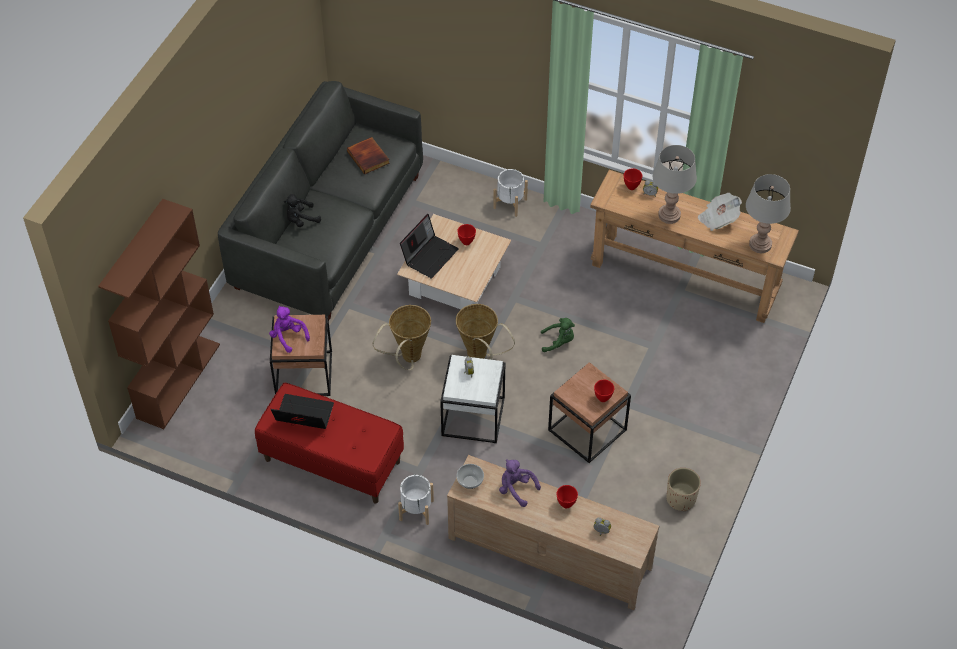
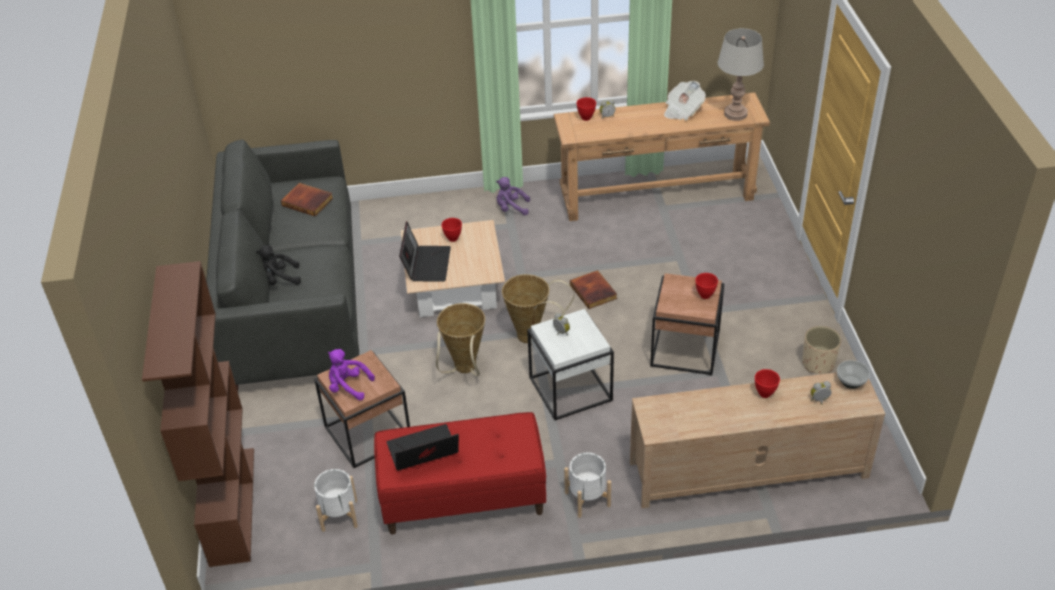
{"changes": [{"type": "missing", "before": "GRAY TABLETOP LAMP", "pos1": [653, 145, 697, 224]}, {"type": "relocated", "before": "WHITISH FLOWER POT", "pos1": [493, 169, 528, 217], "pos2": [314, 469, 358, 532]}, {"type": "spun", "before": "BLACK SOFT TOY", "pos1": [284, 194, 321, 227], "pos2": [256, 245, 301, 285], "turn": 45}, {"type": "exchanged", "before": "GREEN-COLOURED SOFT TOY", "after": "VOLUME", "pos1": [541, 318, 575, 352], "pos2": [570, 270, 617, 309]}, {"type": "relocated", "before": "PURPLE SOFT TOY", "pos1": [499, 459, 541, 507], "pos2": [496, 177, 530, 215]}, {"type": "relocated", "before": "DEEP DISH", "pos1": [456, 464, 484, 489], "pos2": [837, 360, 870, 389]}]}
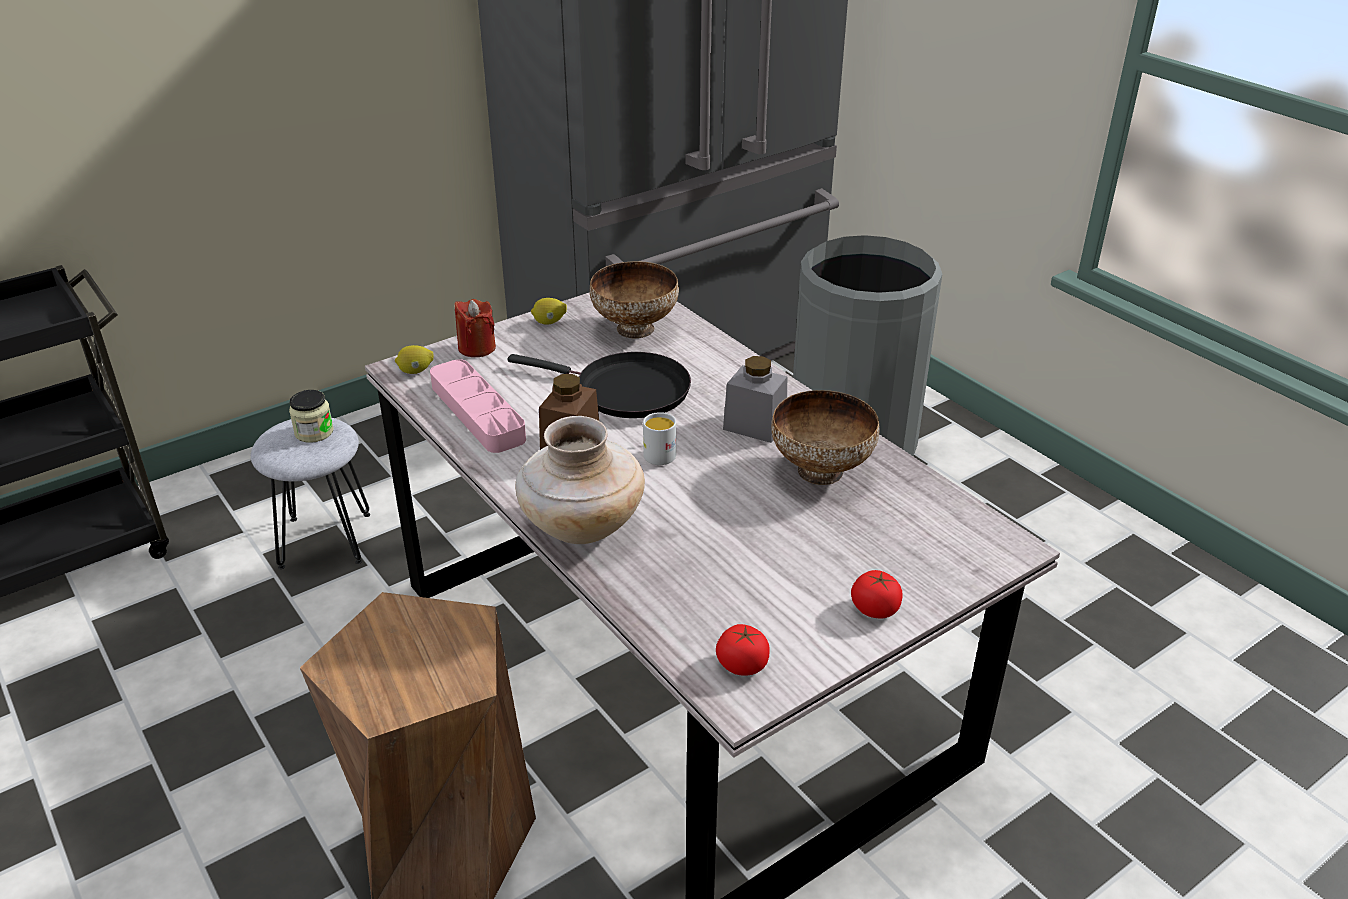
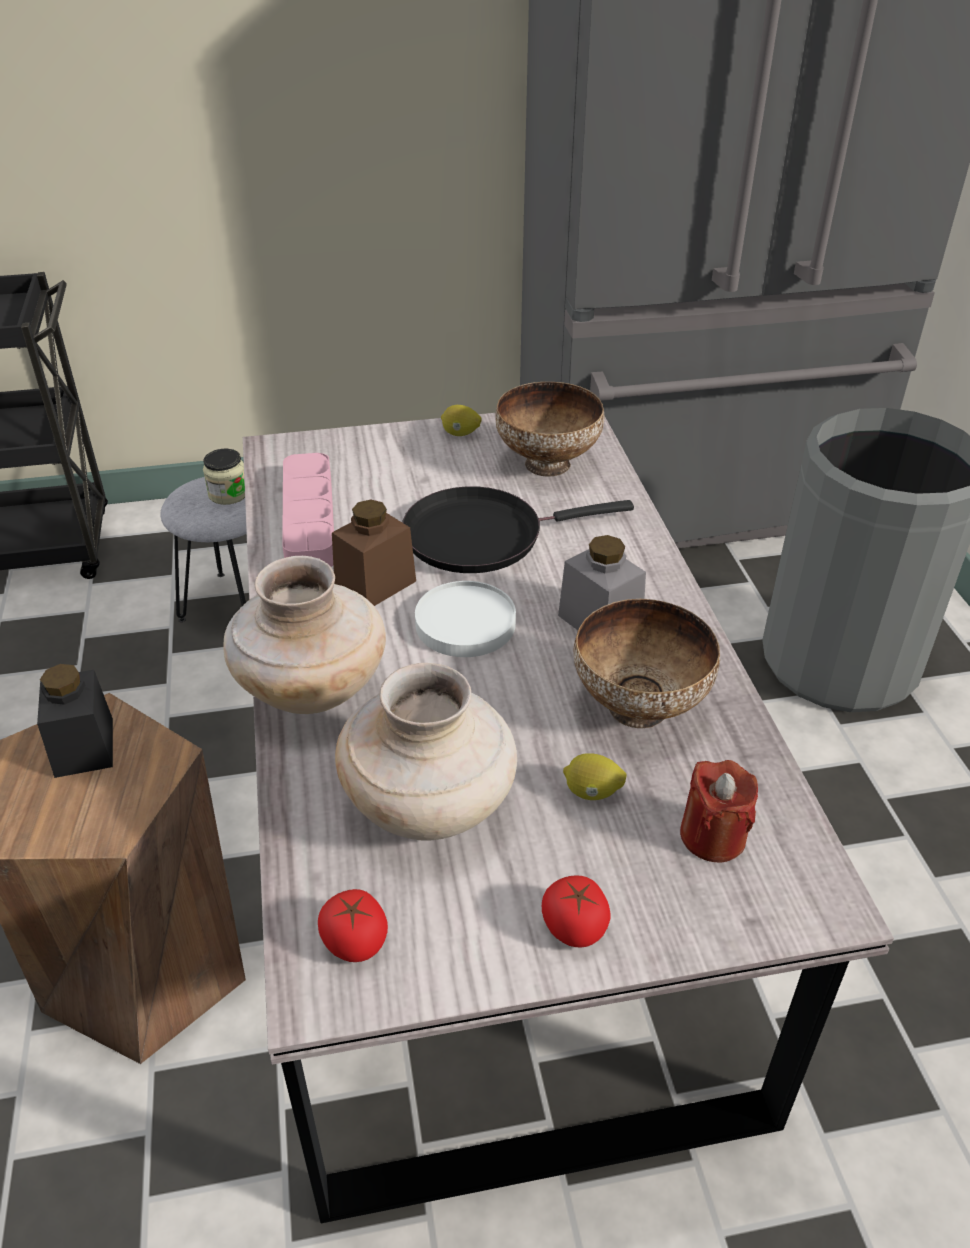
{"changes": [{"type": "relocated", "before": "REDDISH WAX LIGHT", "pos1": [454, 299, 496, 357], "pos2": [680, 760, 758, 863]}, {"type": "relocated", "before": "CITRUS FRUIT", "pos1": [395, 345, 434, 374], "pos2": [563, 753, 627, 800]}, {"type": "spun", "before": "BLACK FRYING PAN", "pos1": [508, 352, 691, 418], "pos2": [402, 486, 634, 573], "turn": 120}, {"type": "exchanged", "before": "WHITISH MUG", "after": "WHITISH PLATE", "pos1": [643, 412, 676, 465], "pos2": [415, 581, 516, 657]}, {"type": "appeared", "after": "BEIGE-COLOURED DECORATIVE VASE", "pos2": [335, 663, 517, 841]}, {"type": "appeared", "after": "BLACK PRESERVE JAR", "pos2": [37, 664, 113, 778]}]}
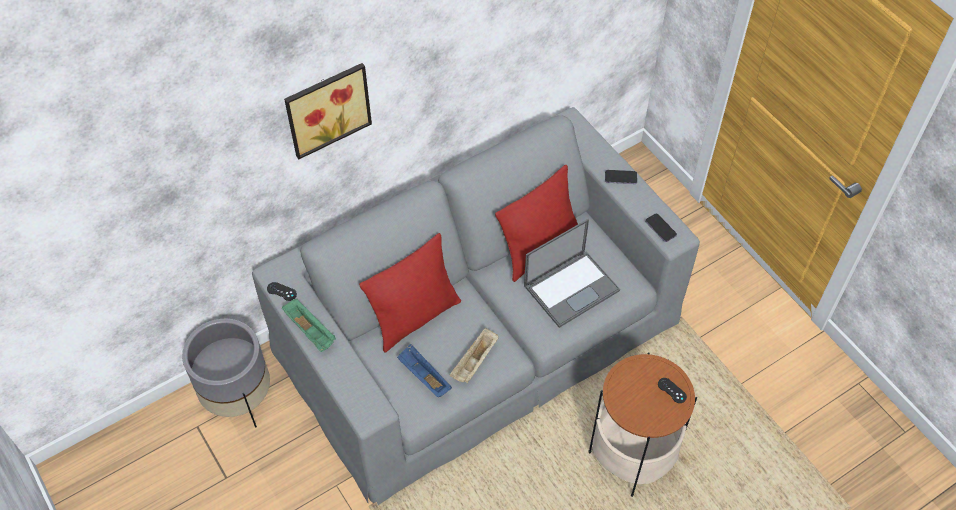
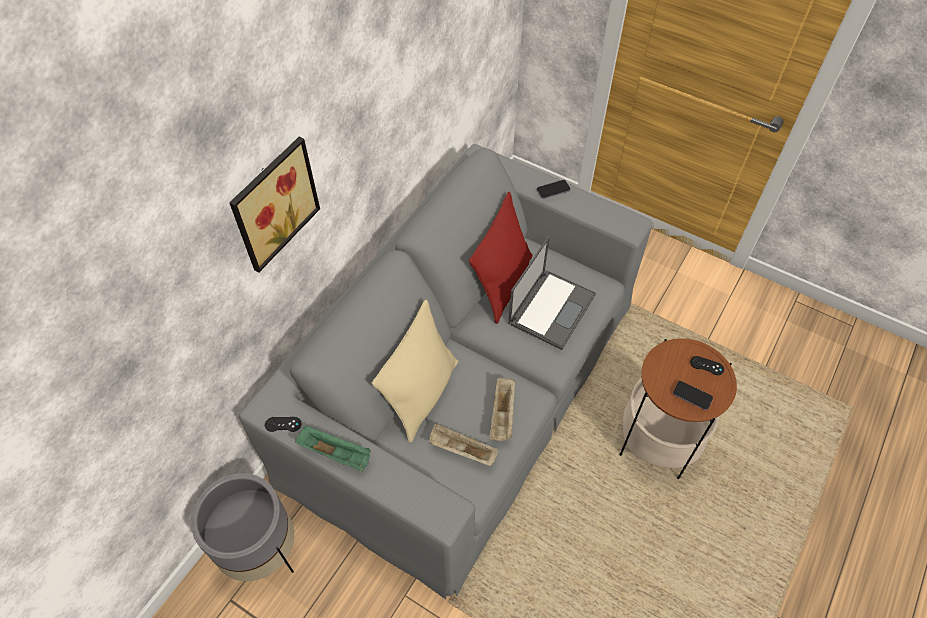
{"changes": [{"type": "relocated", "before": "HANDSET", "pos1": [645, 213, 677, 242], "pos2": [673, 381, 713, 410]}, {"type": "colour", "before": "REDDISH PILLOW", "after": "BEIGE-COLOURED PILLOW", "pos1": [359, 233, 461, 353], "pos2": [372, 300, 458, 443]}, {"type": "colour", "before": "BLUISH SERVING TRAY", "after": "BEIGE-COLOURED SERVING TRAY", "pos1": [397, 344, 452, 397], "pos2": [429, 423, 499, 466]}]}
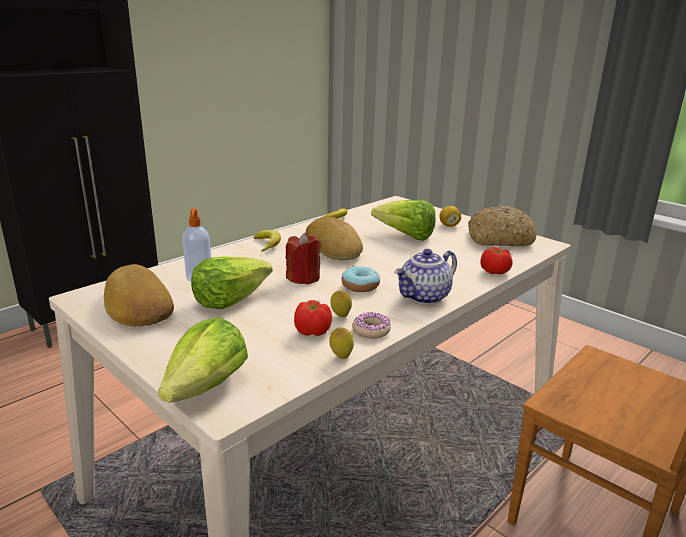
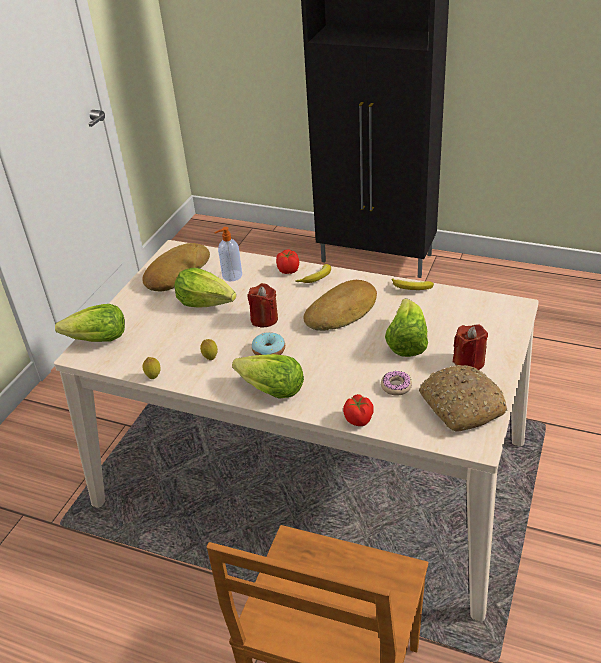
{"changes": [{"type": "exchanged", "before": "CITRUS FRUIT", "after": "REDDISH WAX LIGHT", "pos1": [439, 206, 461, 227], "pos2": [453, 324, 488, 370]}, {"type": "exchanged", "before": "TEAPOT", "after": "HEAD OF LETTUCE", "pos1": [394, 249, 457, 305], "pos2": [232, 354, 304, 399]}, {"type": "relocated", "before": "WHOLE TOMATO", "pos1": [294, 300, 332, 336], "pos2": [276, 249, 299, 274]}, {"type": "relocated", "before": "DONUT", "pos1": [352, 312, 391, 339], "pos2": [381, 371, 412, 396]}]}
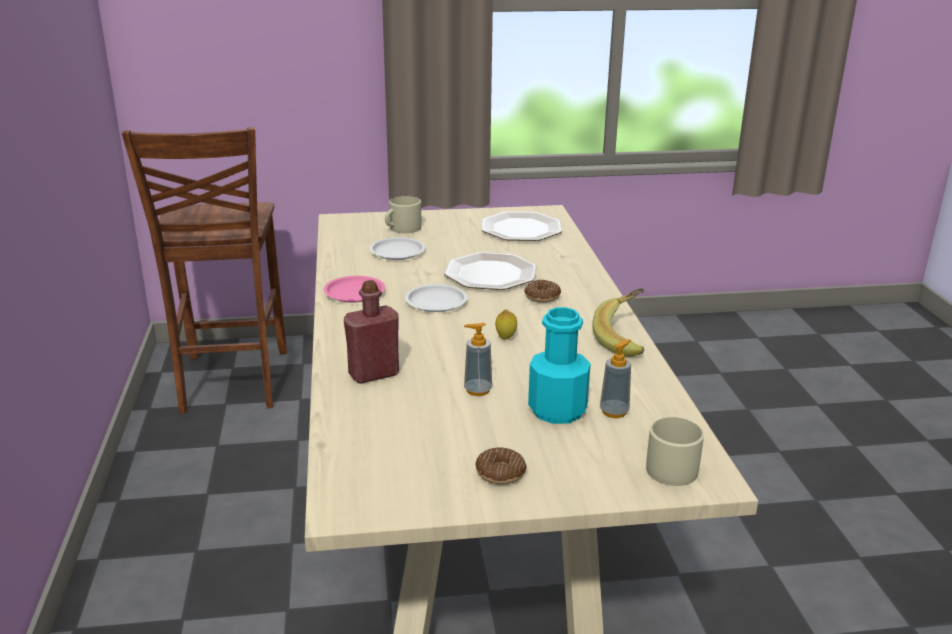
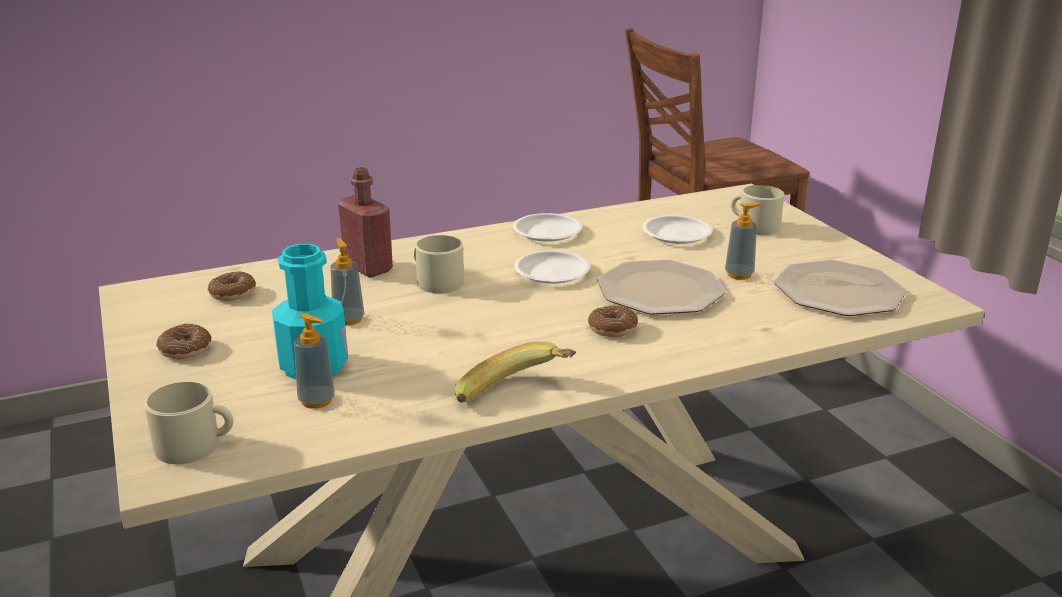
{"changes": [{"type": "colour", "before": "PINKISH PLATE", "after": "WHITISH PLATE", "pos1": [323, 276, 385, 303], "pos2": [513, 213, 582, 242]}, {"type": "missing", "before": "CITRUS FRUIT", "pos1": [495, 310, 517, 340]}, {"type": "appeared", "after": "SOAP BOTTLE", "pos2": [725, 203, 761, 280]}, {"type": "appeared", "after": "BEIGE-COLOURED MUG", "pos2": [414, 235, 464, 293]}, {"type": "appeared", "after": "DONUT", "pos2": [208, 271, 256, 301]}]}
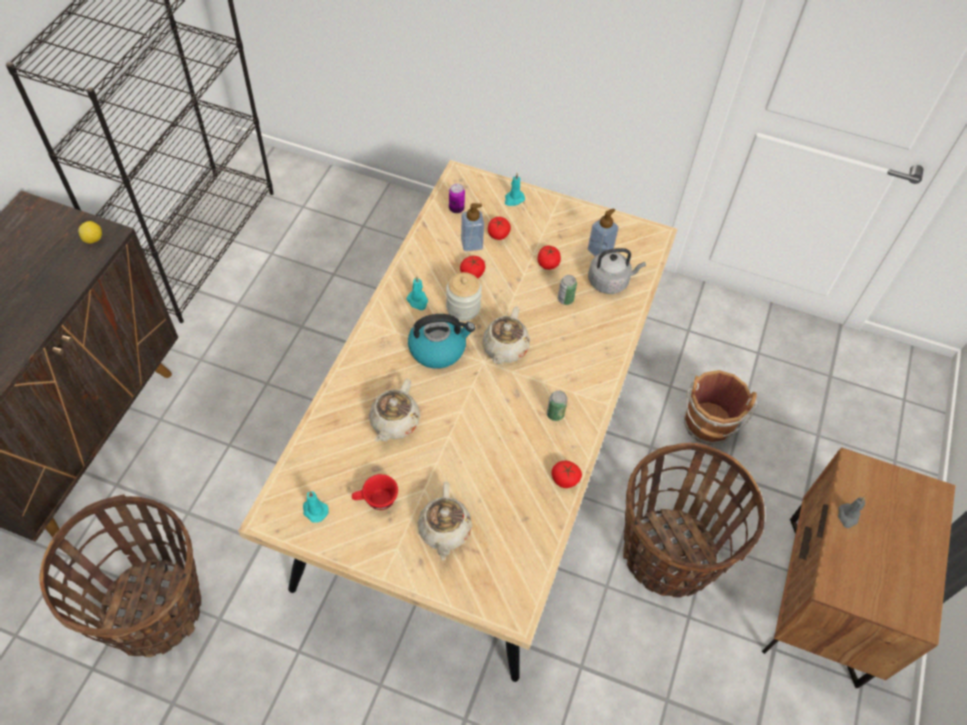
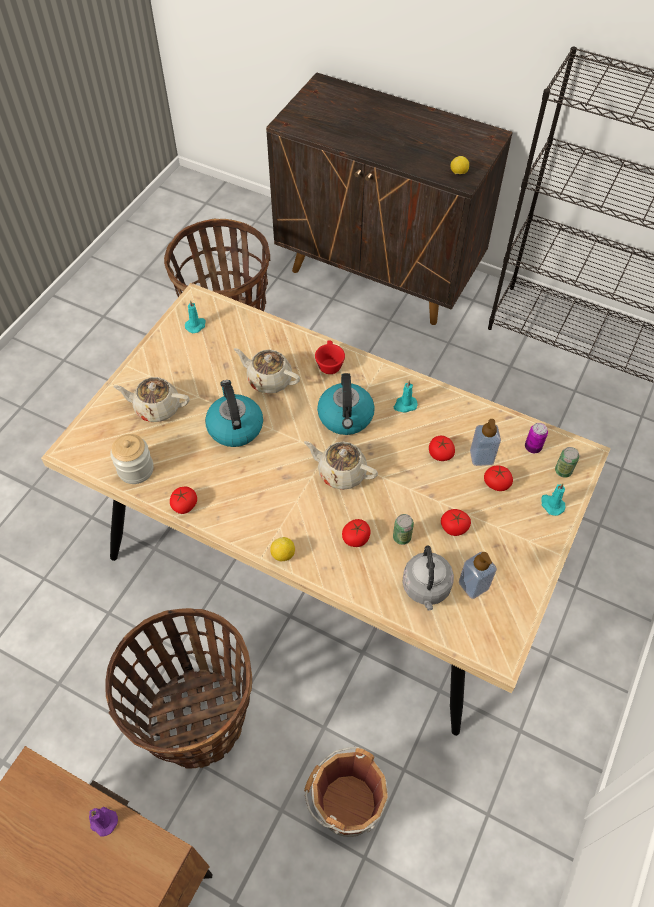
{"changes": [{"type": "relocated", "before": "PRESERVE JAR", "pos1": [446, 272, 482, 321], "pos2": [110, 434, 154, 484]}, {"type": "relocated", "before": "METAL CAN", "pos1": [547, 390, 568, 421], "pos2": [555, 447, 579, 478]}, {"type": "relocated", "before": "REDDISH CUP", "pos1": [352, 474, 398, 510], "pos2": [315, 340, 345, 374]}, {"type": "colour", "before": "GRAY WAX LIGHT", "after": "PURPLE WAX LIGHT", "pos1": [838, 497, 865, 528], "pos2": [89, 807, 118, 837]}, {"type": "appeared", "after": "TEA KETTLE", "pos2": [205, 380, 263, 447]}, {"type": "appeared", "after": "WHOLE TOMATO", "pos2": [342, 519, 371, 547]}, {"type": "appeared", "after": "CITRUS FRUIT", "pos2": [270, 537, 295, 561]}]}
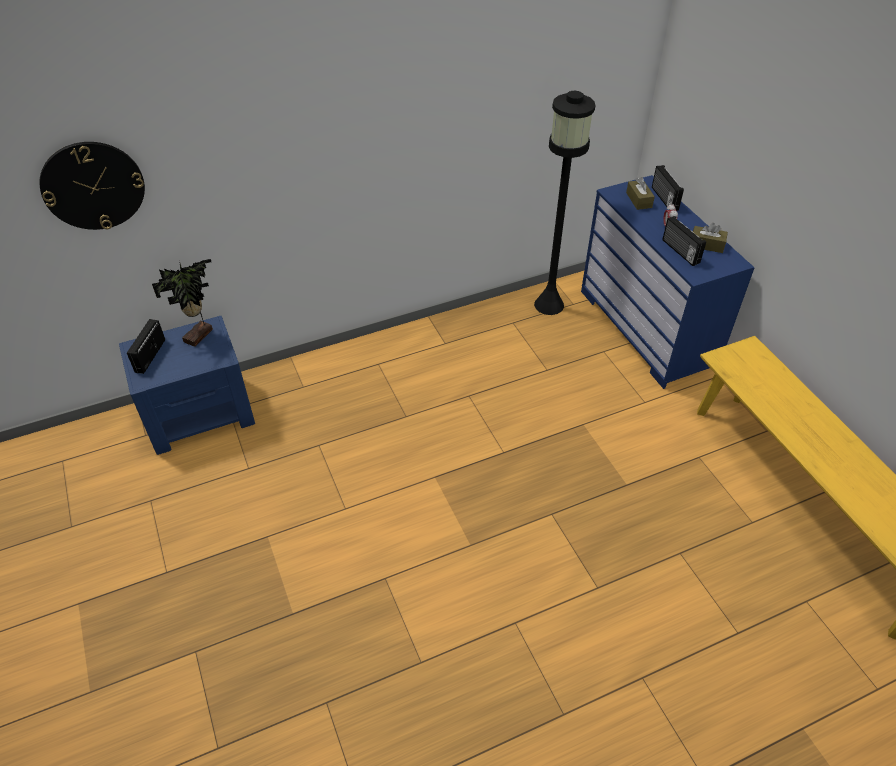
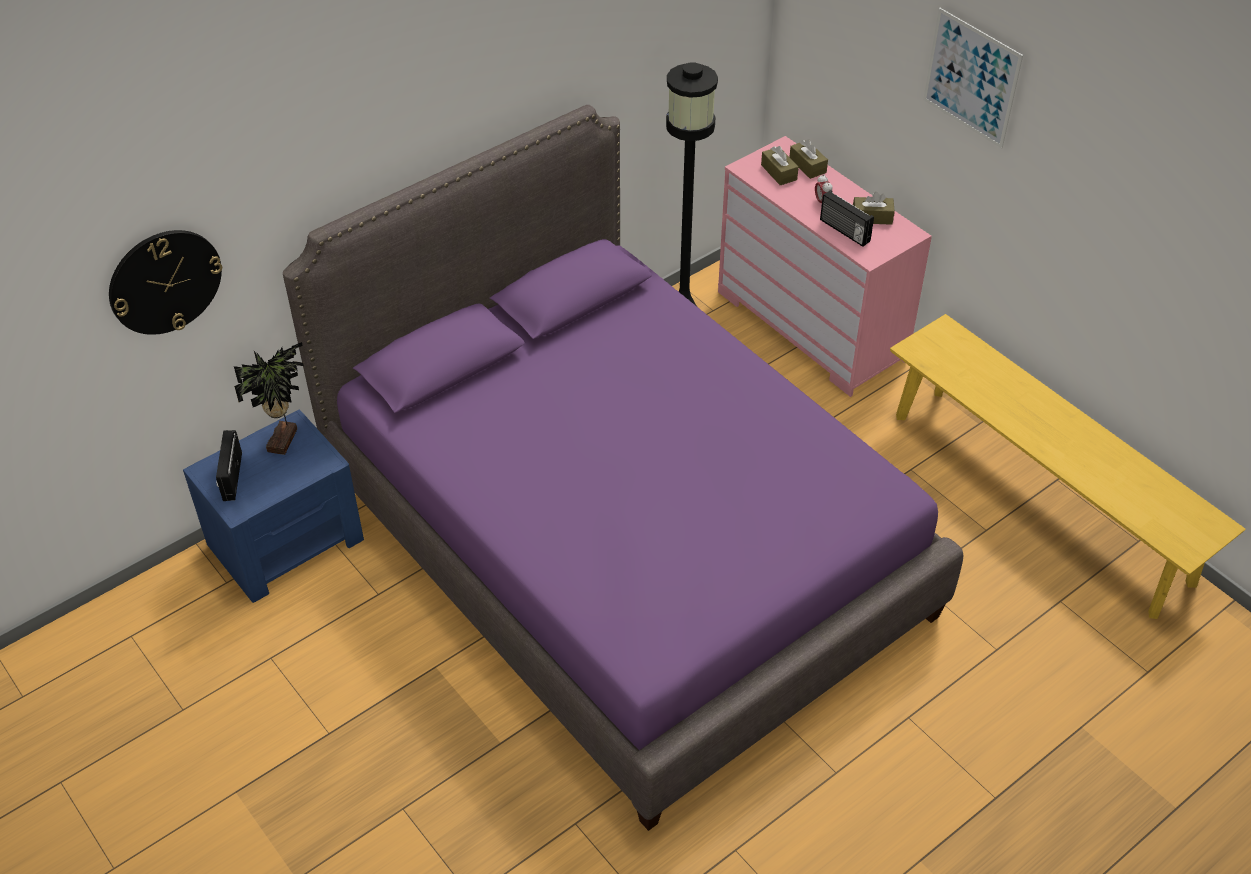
{"changes": [{"type": "exchanged", "before": "RADIO RECEIVER", "after": "BROWN TISSUE BOX", "pos1": [652, 165, 684, 211], "pos2": [789, 139, 828, 179]}, {"type": "colour", "before": "BLUISH CHEST OF DRAWERS", "after": "PINKISH CHEST OF DRAWERS", "pos1": [581, 175, 755, 389], "pos2": [718, 136, 932, 397]}, {"type": "appeared", "after": "WALL ART", "pos2": [923, 8, 1023, 149]}, {"type": "appeared", "after": "PURPLE BEDROOM BED", "pos2": [283, 105, 963, 831]}]}
